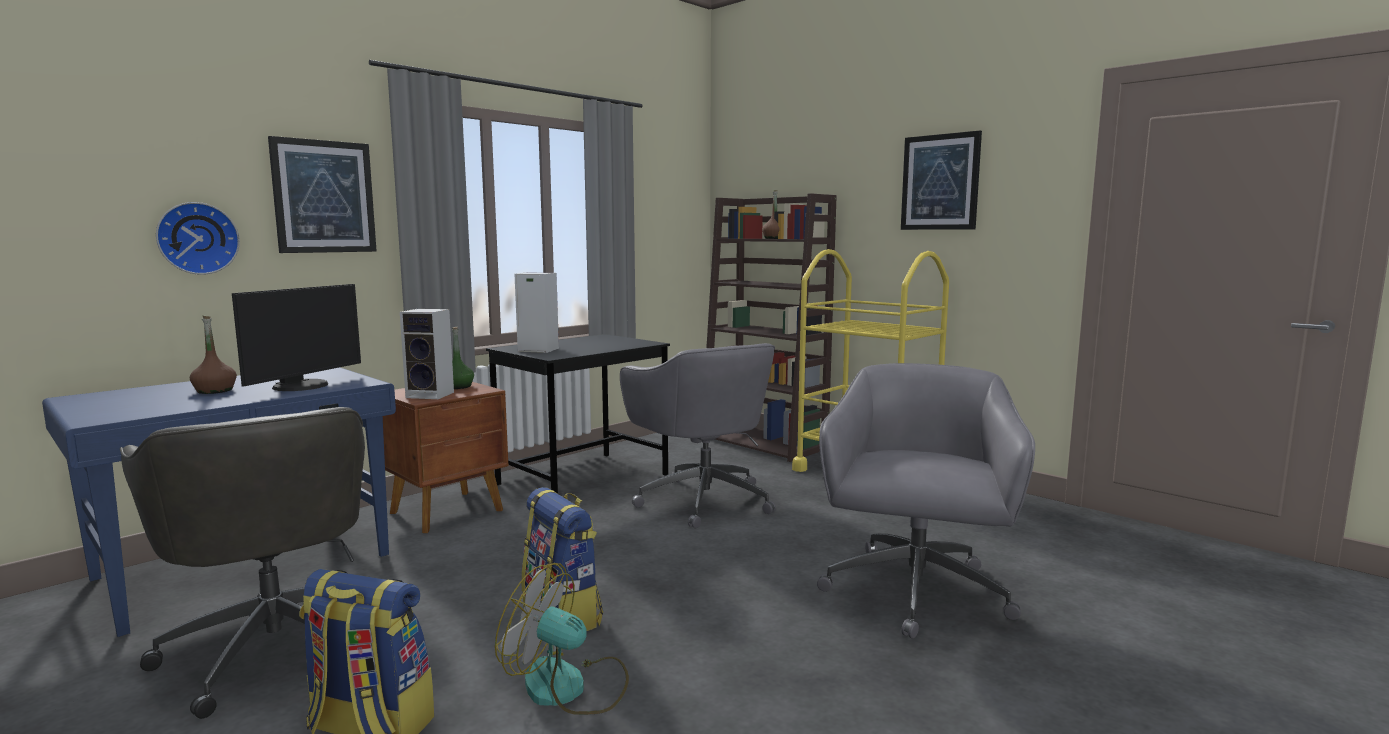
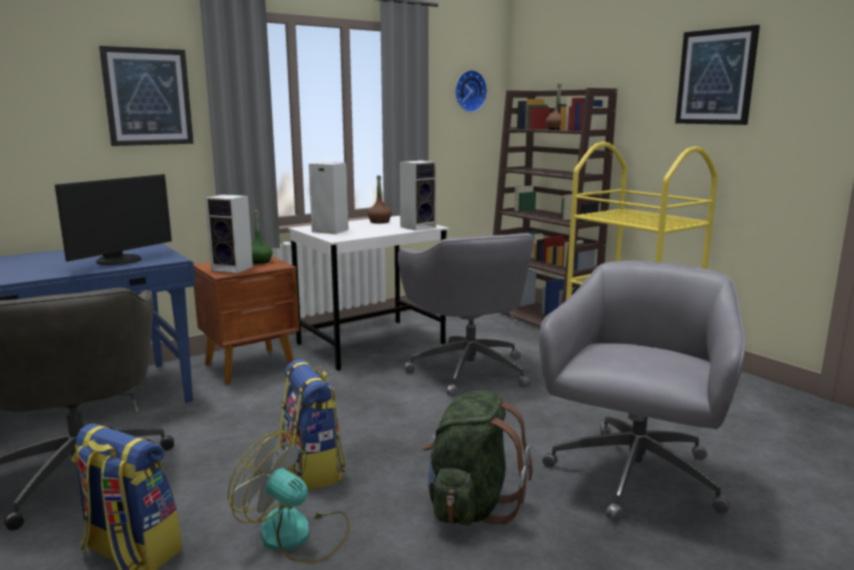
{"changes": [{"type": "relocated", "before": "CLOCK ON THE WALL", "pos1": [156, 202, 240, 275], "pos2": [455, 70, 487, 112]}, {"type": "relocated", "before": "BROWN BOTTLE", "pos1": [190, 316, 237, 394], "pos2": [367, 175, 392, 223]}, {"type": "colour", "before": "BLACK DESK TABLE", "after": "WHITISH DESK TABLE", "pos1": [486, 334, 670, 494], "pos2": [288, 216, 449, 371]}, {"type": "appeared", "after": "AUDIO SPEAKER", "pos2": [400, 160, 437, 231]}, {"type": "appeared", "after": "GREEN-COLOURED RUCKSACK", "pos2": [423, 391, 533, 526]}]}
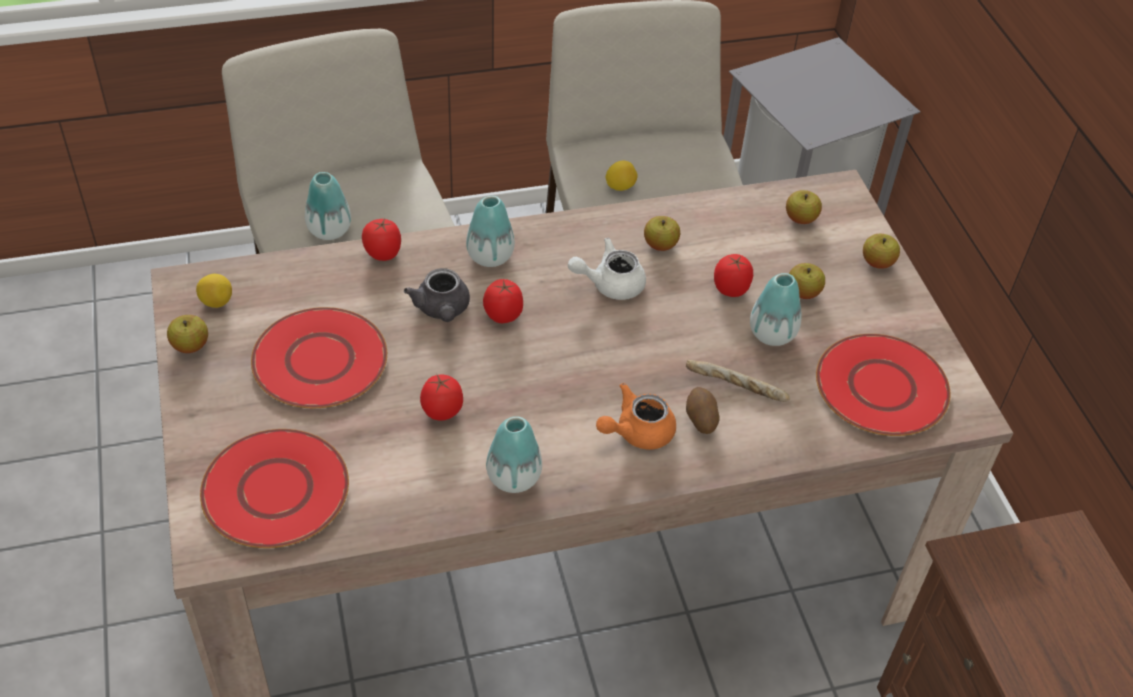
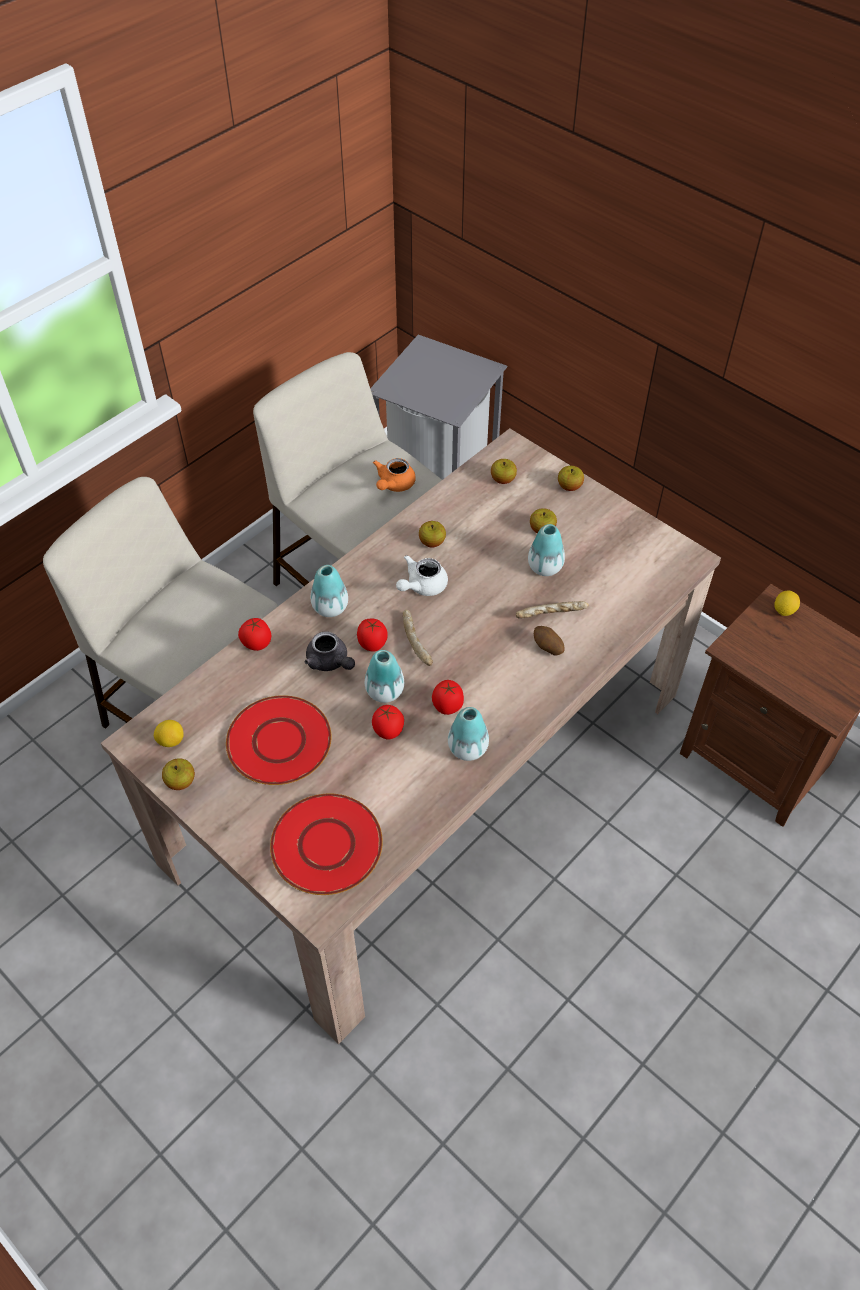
{"changes": [{"type": "relocated", "before": "CITRUS FRUIT", "pos1": [605, 160, 638, 191], "pos2": [774, 590, 800, 616]}, {"type": "relocated", "before": "DECORATIVE VASE", "pos1": [305, 172, 351, 240], "pos2": [365, 650, 404, 703]}, {"type": "relocated", "before": "WHOLE TOMATO", "pos1": [714, 254, 753, 297], "pos2": [432, 680, 464, 715]}, {"type": "missing", "before": "REDDISH PLATE", "pos1": [816, 334, 951, 436]}, {"type": "relocated", "before": "ORANGE TEAPOT", "pos1": [596, 383, 676, 450], "pos2": [373, 458, 416, 492]}, {"type": "appeared", "after": "BAKERY BREAD", "pos2": [403, 609, 433, 666]}]}
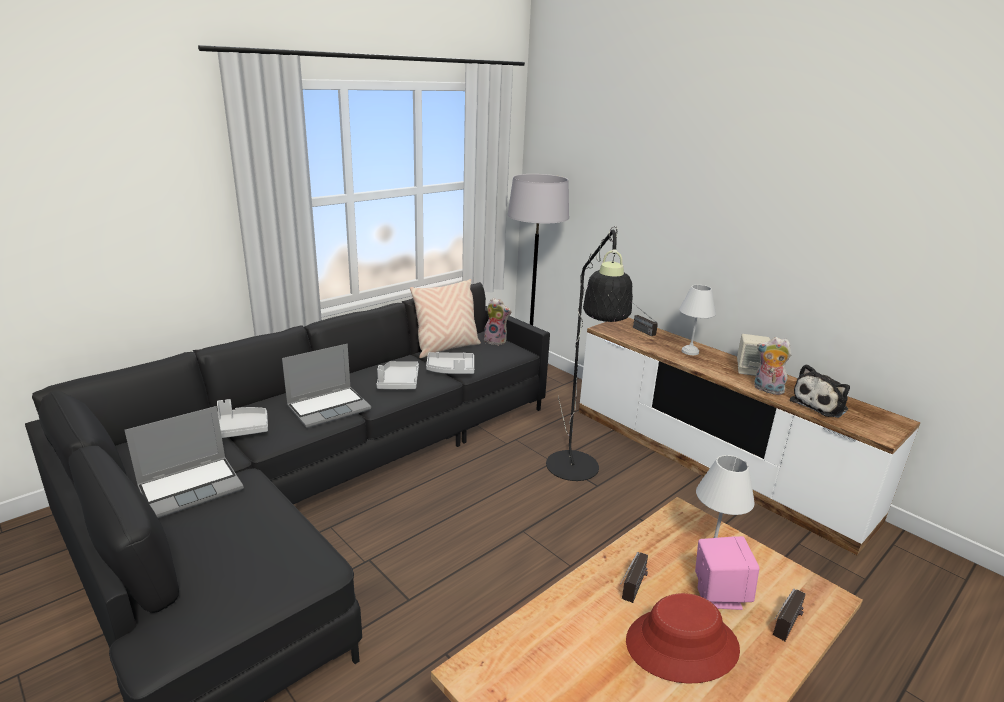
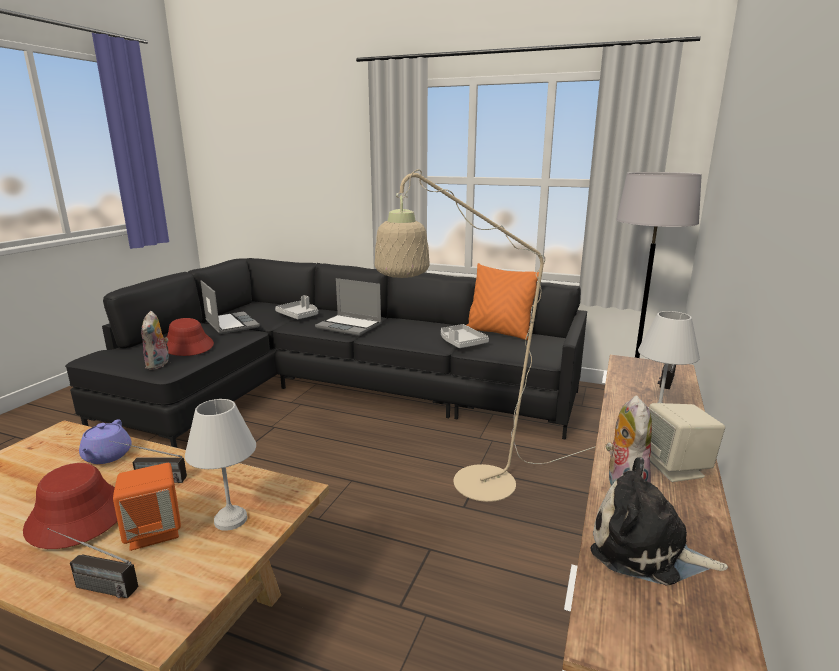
{"changes": [{"type": "colour", "before": "BLACK FLOOR LAMP", "after": "BEIGE-COLOURED FLOOR LAMP", "pos1": [546, 226, 633, 481], "pos2": [375, 170, 596, 502]}, {"type": "colour", "before": "BEIGE-COLOURED PILLOW", "after": "ORANGE PILLOW", "pos1": [410, 279, 481, 358], "pos2": [467, 263, 539, 340]}, {"type": "relocated", "before": "SOFT TOY", "pos1": [481, 298, 511, 345], "pos2": [141, 311, 169, 369]}, {"type": "missing", "before": "GRAY SERVING TRAY", "pos1": [376, 361, 419, 389]}, {"type": "spun", "before": "LAPTOP", "pos1": [124, 406, 244, 518], "pos2": [201, 280, 260, 334], "turn": -150}, {"type": "colour", "before": "PINKISH AUDIO SPEAKER", "after": "ORANGE AUDIO SPEAKER", "pos1": [695, 536, 760, 610], "pos2": [113, 463, 181, 551]}, {"type": "appeared", "after": "REDDISH CLOTHING HAT", "pos2": [167, 318, 214, 356]}, {"type": "appeared", "after": "PURPLE TEAPOT", "pos2": [79, 419, 132, 464]}]}
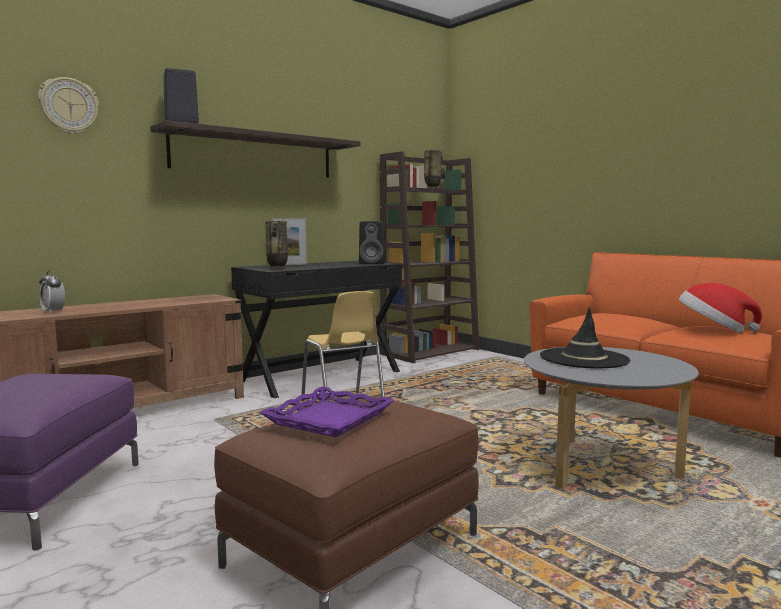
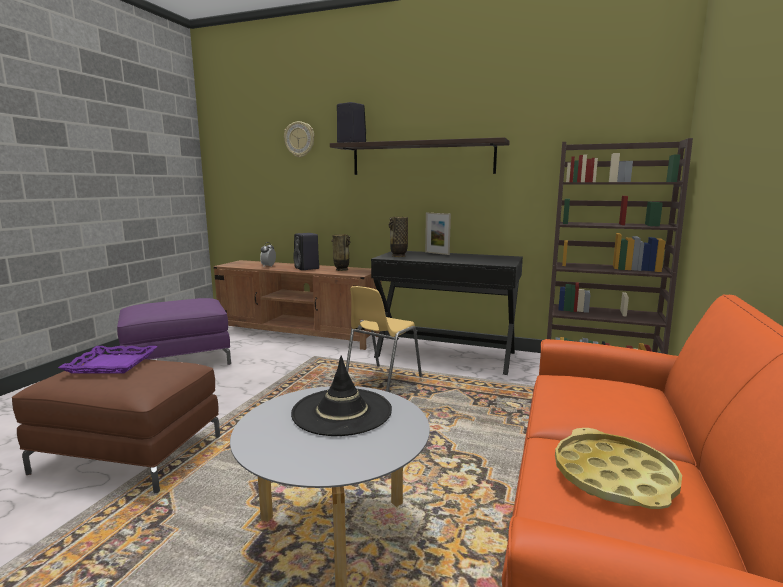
{"changes": [{"type": "relocated", "before": "DECORATIVE VASE", "pos1": [424, 150, 443, 189], "pos2": [331, 234, 350, 271]}, {"type": "relocated", "before": "BLACK AUDIO SPEAKER", "pos1": [359, 221, 385, 264], "pos2": [293, 233, 319, 270]}, {"type": "exchanged", "before": "CLOTHING HAT", "after": "YELLOW SERVING TRAY", "pos1": [679, 283, 762, 333], "pos2": [555, 428, 682, 509]}]}
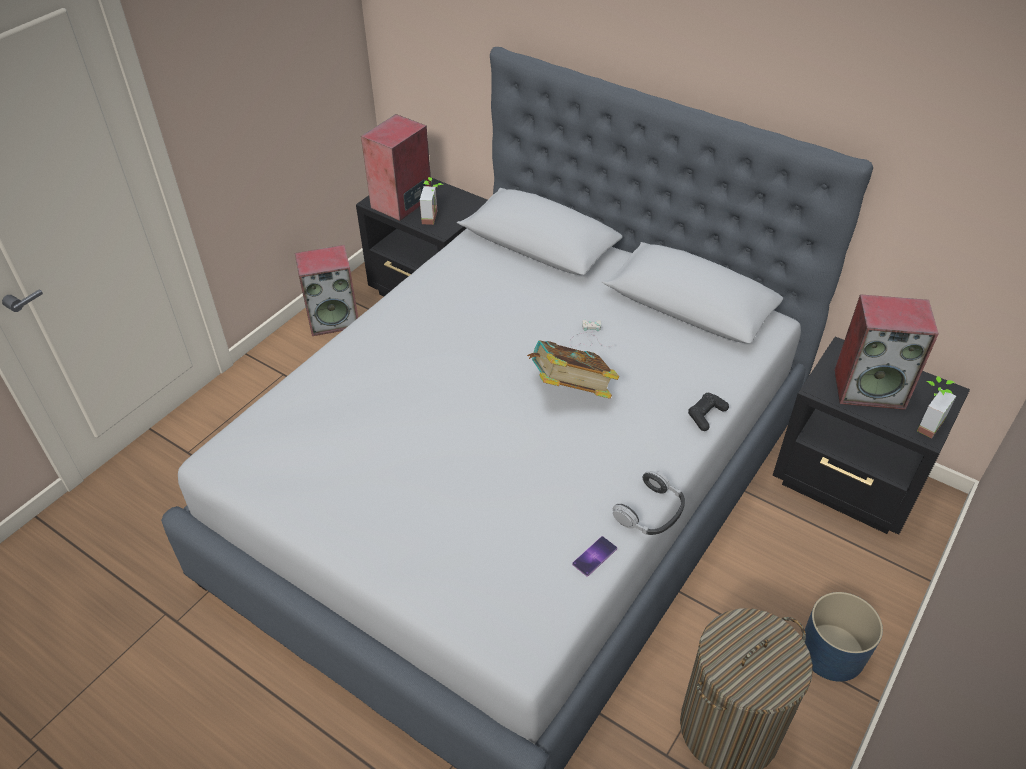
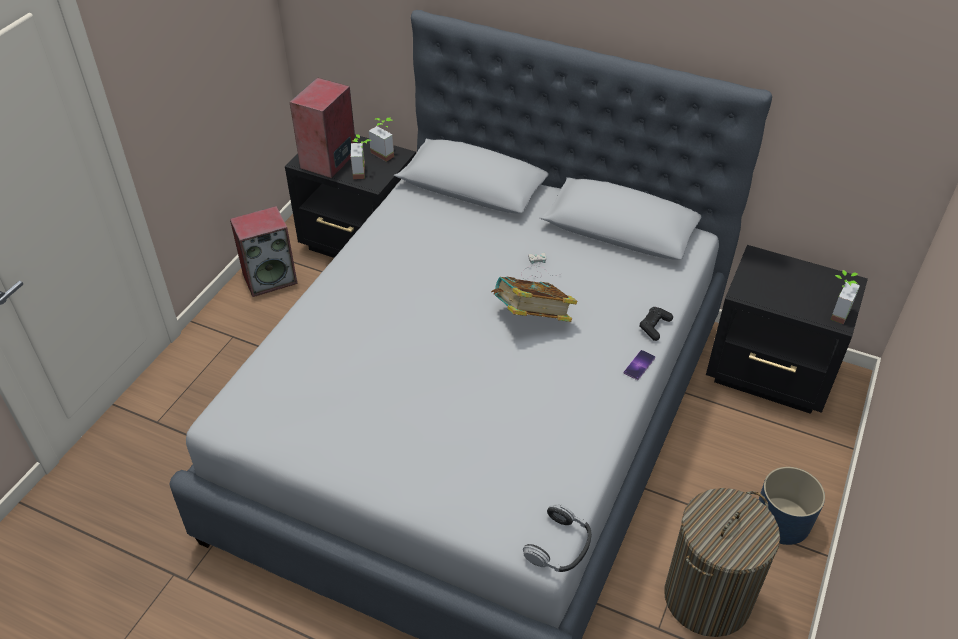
{"changes": [{"type": "missing", "before": "AUDIO SPEAKER", "pos1": [834, 294, 939, 410]}, {"type": "relocated", "before": "HEADSET", "pos1": [612, 471, 685, 535], "pos2": [523, 504, 592, 572]}, {"type": "relocated", "before": "HANDSET", "pos1": [572, 536, 617, 577], "pos2": [624, 350, 655, 380]}, {"type": "appeared", "after": "POTTED PLANT", "pos2": [369, 117, 394, 162]}]}
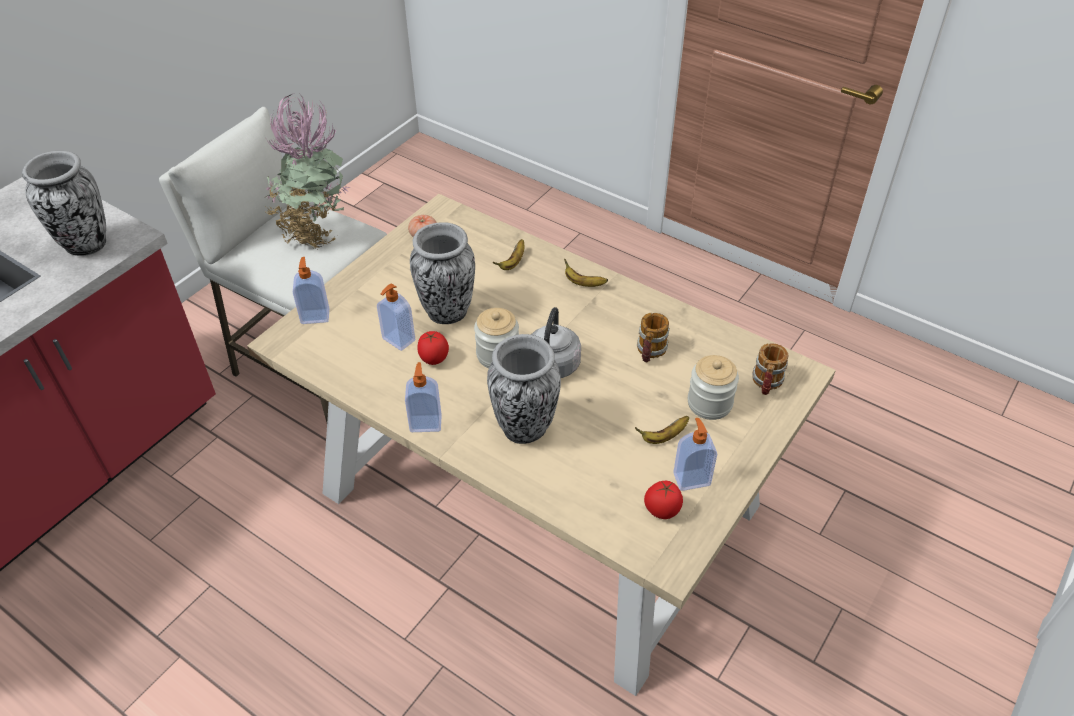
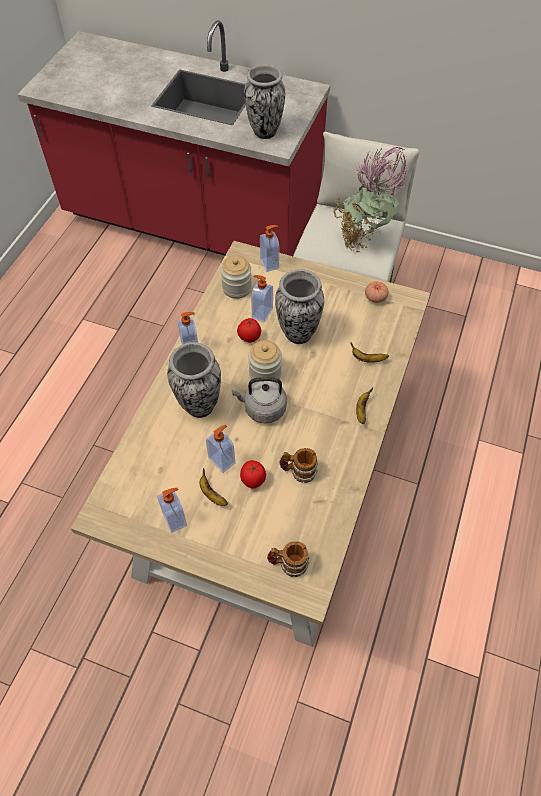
{"changes": [{"type": "relocated", "before": "PRESERVE JAR", "pos1": [688, 355, 739, 420], "pos2": [221, 256, 252, 299]}, {"type": "relocated", "before": "WHOLE TOMATO", "pos1": [644, 481, 683, 519], "pos2": [240, 460, 266, 488]}, {"type": "appeared", "after": "SOAP BOTTLE", "pos2": [206, 425, 235, 473]}]}
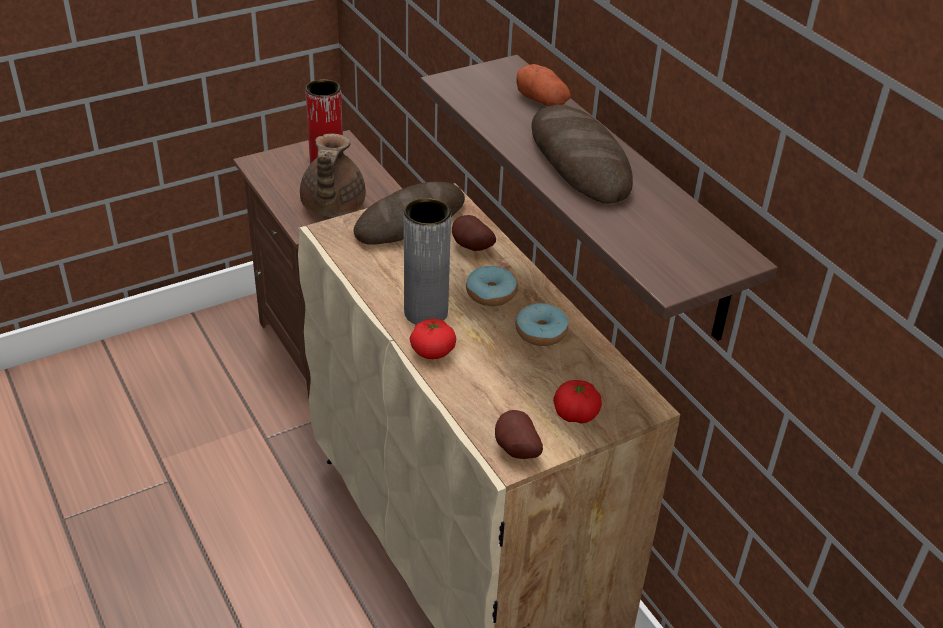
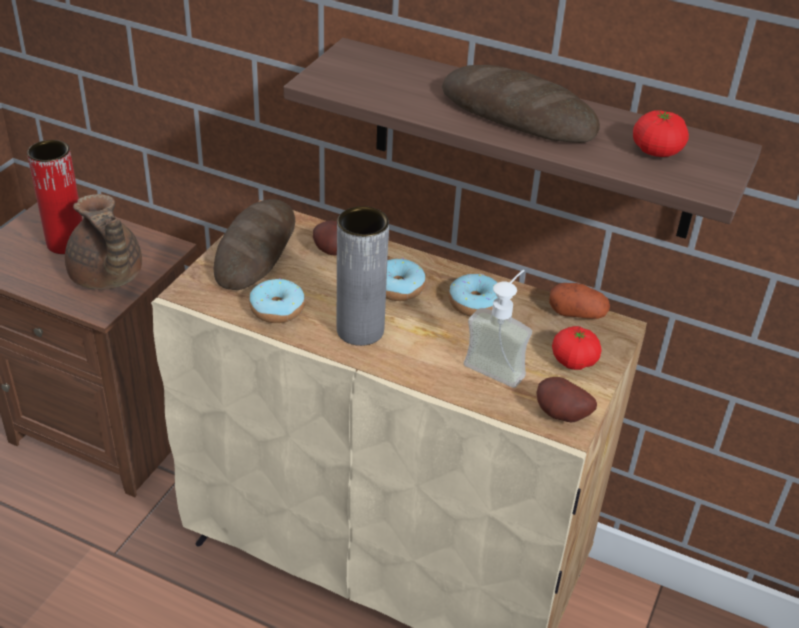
{"changes": [{"type": "relocated", "before": "SPUD", "pos1": [516, 64, 571, 106], "pos2": [549, 283, 610, 319]}, {"type": "relocated", "before": "WHOLE TOMATO", "pos1": [410, 319, 456, 359], "pos2": [633, 110, 689, 157]}, {"type": "appeared", "after": "SOAP BOTTLE", "pos2": [464, 270, 532, 388]}, {"type": "appeared", "after": "DONUT", "pos2": [249, 278, 305, 323]}]}
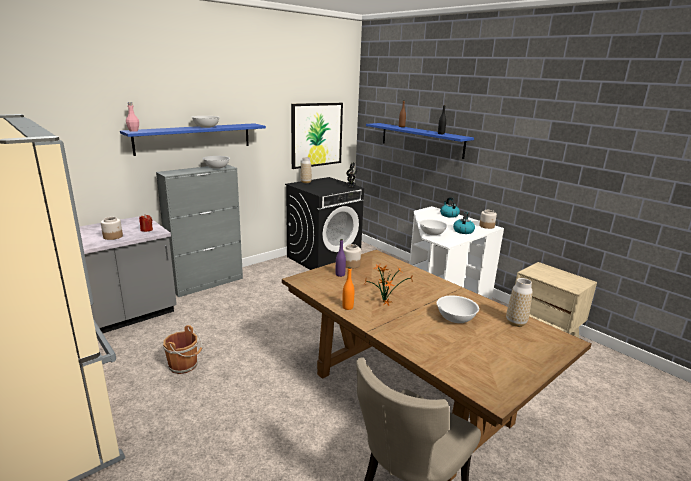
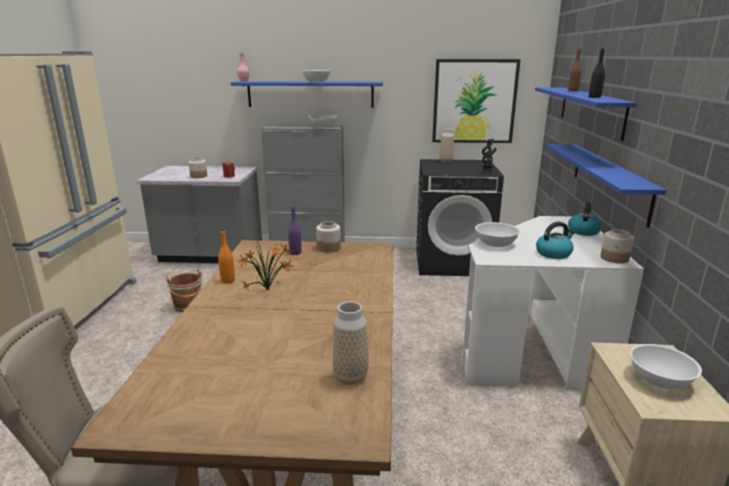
{"changes": [{"type": "relocated", "before": "WHITISH DEEP DISH", "pos1": [437, 295, 479, 323], "pos2": [630, 344, 702, 389]}, {"type": "appeared", "after": "BLUISH SHELF", "pos2": [546, 144, 667, 227]}]}
